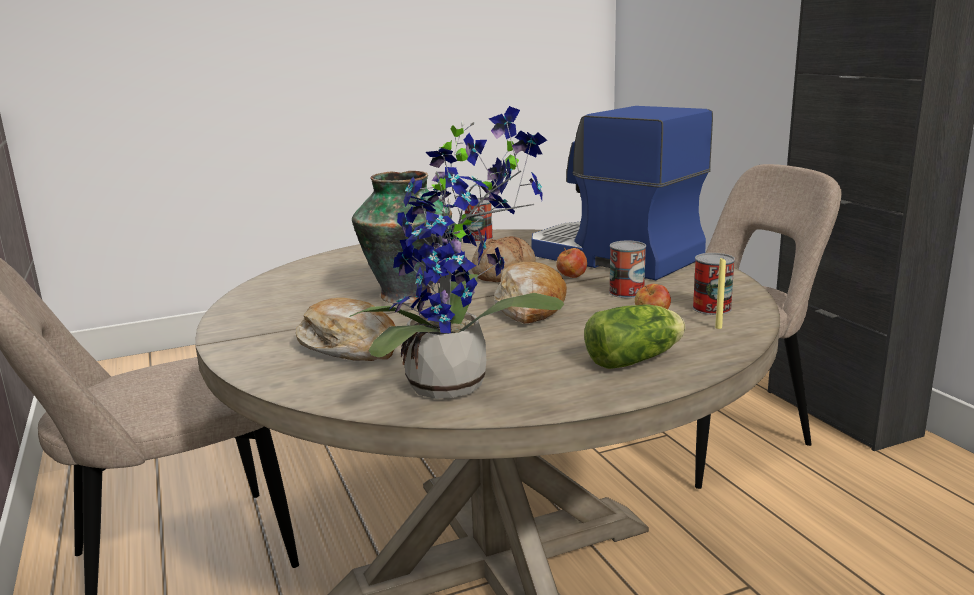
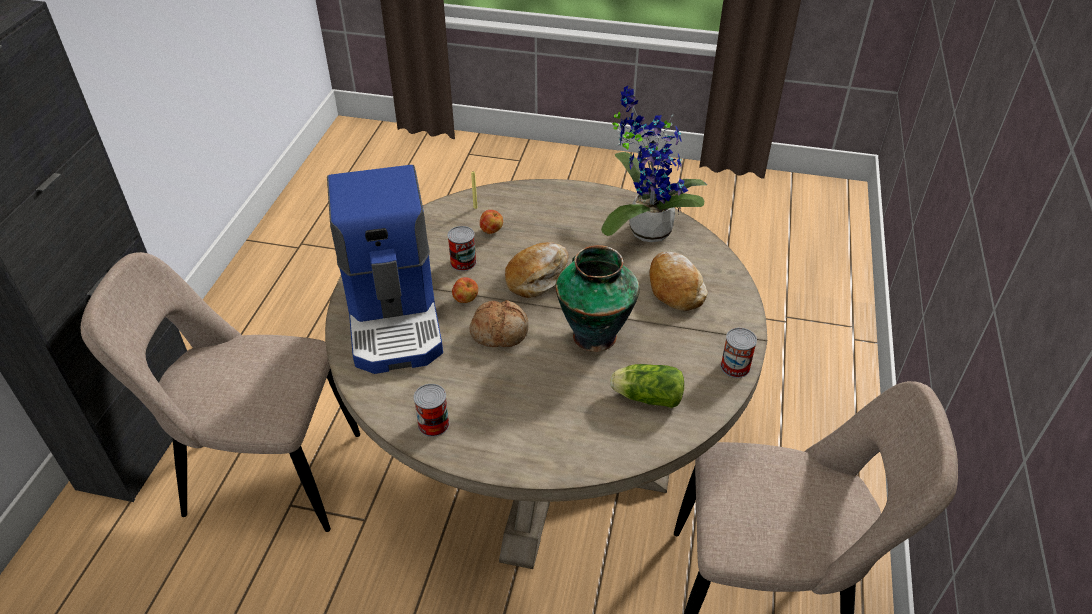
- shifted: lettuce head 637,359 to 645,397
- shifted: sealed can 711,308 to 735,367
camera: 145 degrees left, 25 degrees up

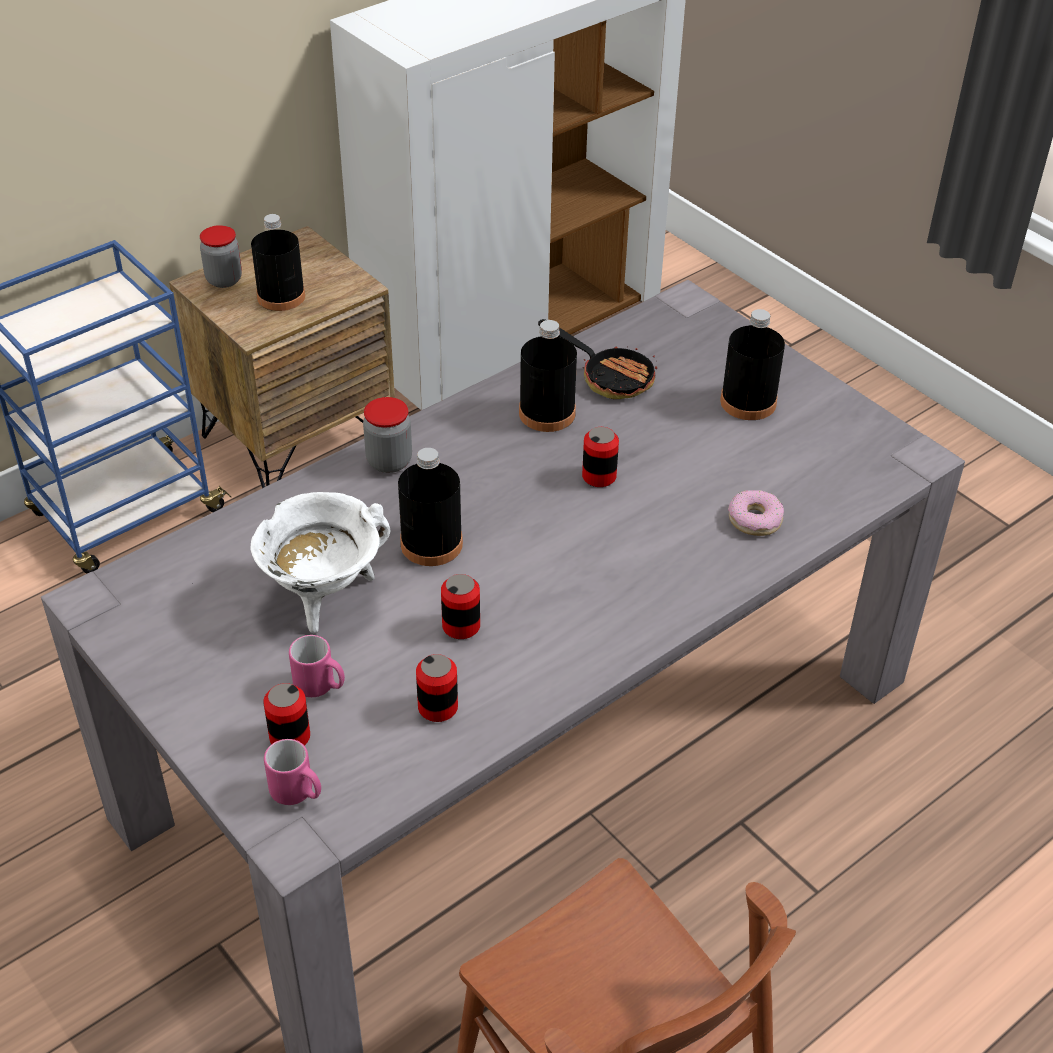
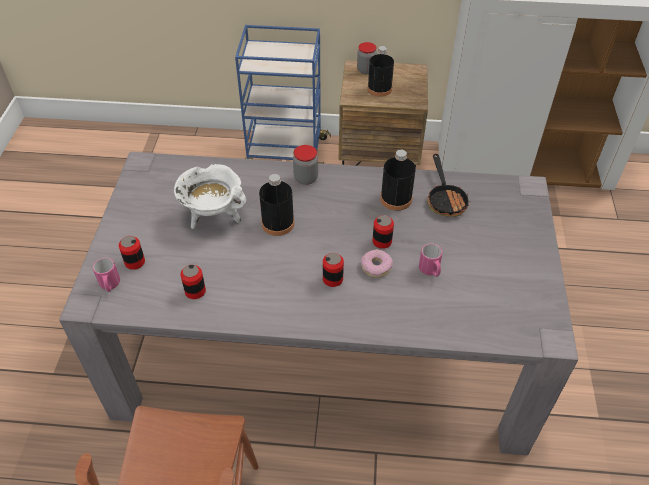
- gone: black-coloured beverage bottle 748,402
- shifted: pink-coloured mug 320,686 to 430,271
- shifted: sealed can 461,626 to 332,279
- shifted: donut 755,519 to 376,267
camera: 45 degrees right, 5 degrees up

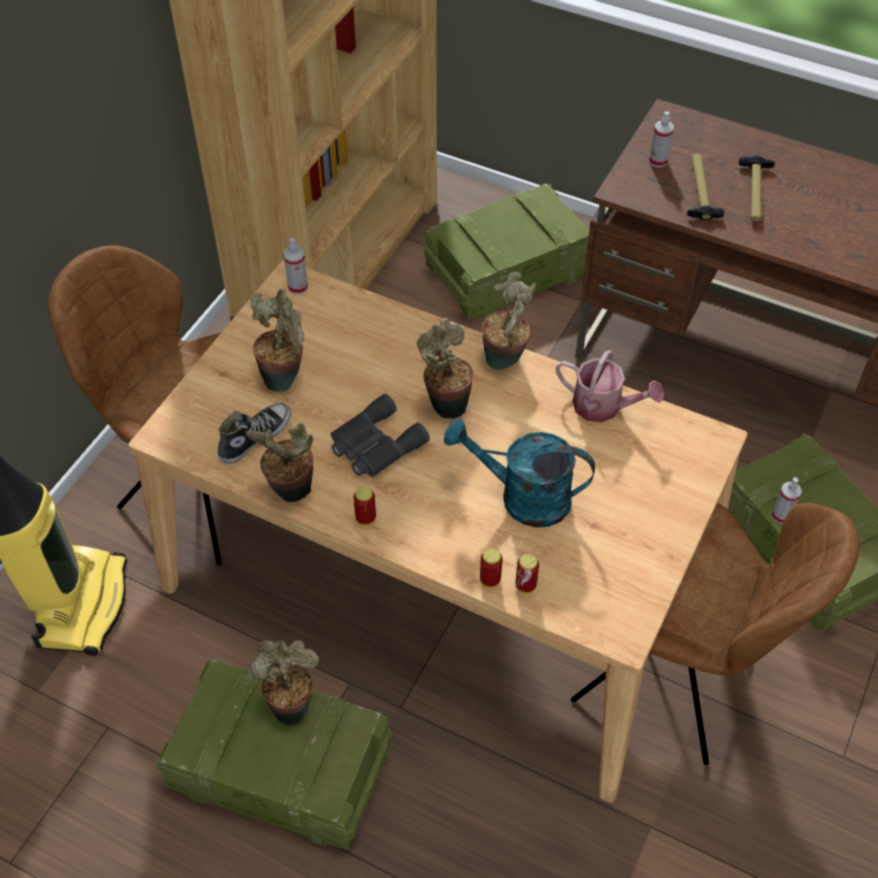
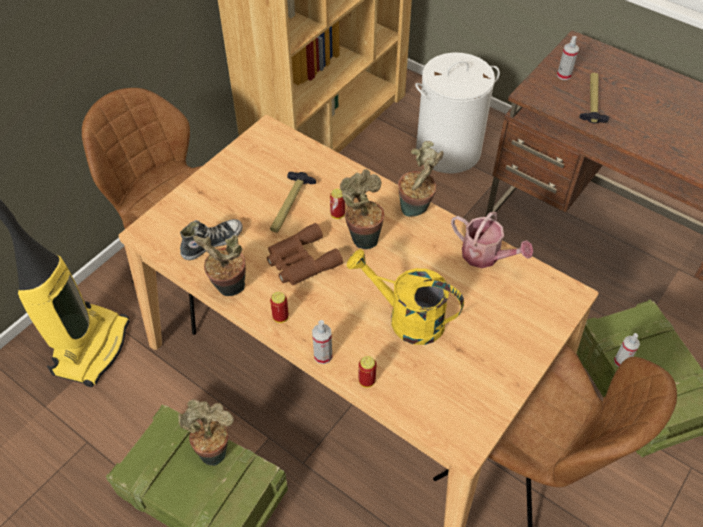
- gone: potted plant 284,377
- shifted: spray bottle 298,287 to 323,356
- shifted: sealed can 525,585 to 337,214
- shifted: hand hammer 755,193 to 290,205
- swapped: crate 510,272 to white-coloured laundry basket 448,151
- repainted: grey pair of binoculars 374,445 to brown-coloured pair of binoculars 301,261
- repainted: turquoise-coloured sprinkling can 522,497 to yellowish sprinkling can 406,318
camera: 10 degrees right, 0 degrees up

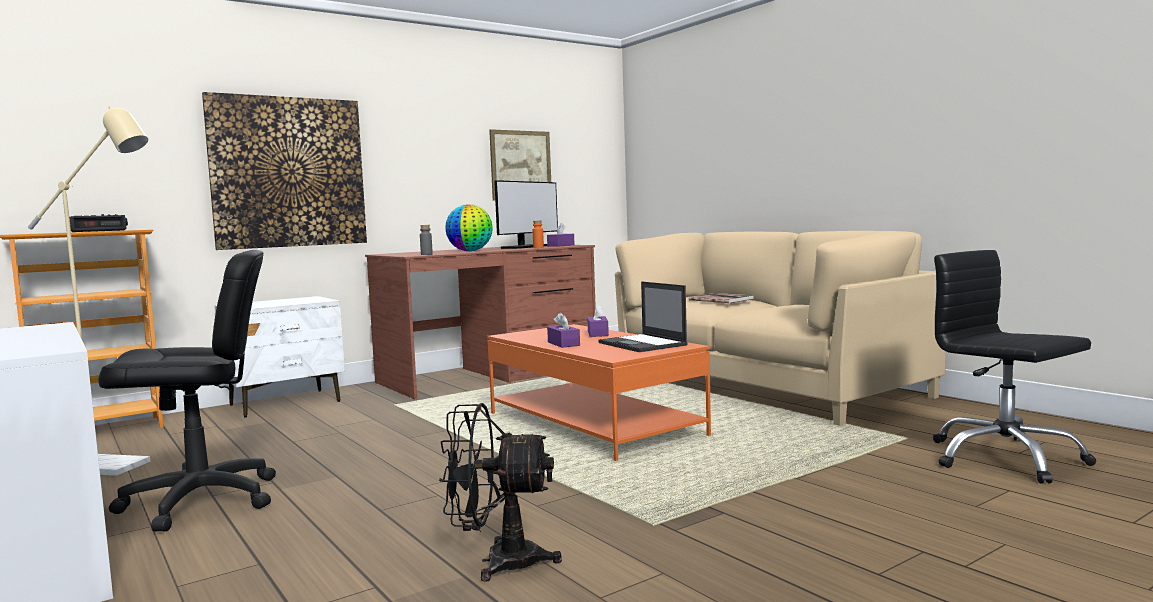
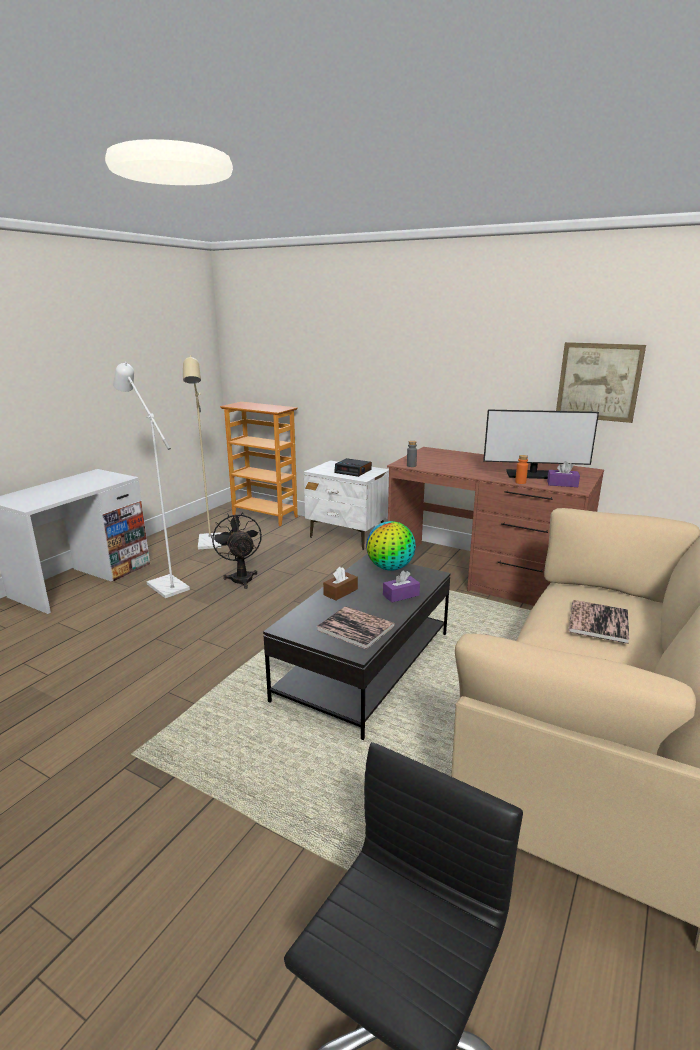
- gone: wall art 288,172
- shifted: alarm clock 99,231 to 353,471
- shifted: black-coloured cooling fan 498,561 to 241,577
- shifted: world globe 470,251 to 390,568
- swapped: black-coloured desk chair 201,501 to white-coloured standing lamp 164,584
- swapped: portable computer 643,344 to bound book 355,628
- repainted: orangey low table 593,425 to black-coloured low table 365,666
- repainted: purple-coloured tissue box 563,344 to brown-coloured tissue box 340,592
camera: 65 degrees right, 15 degrees up

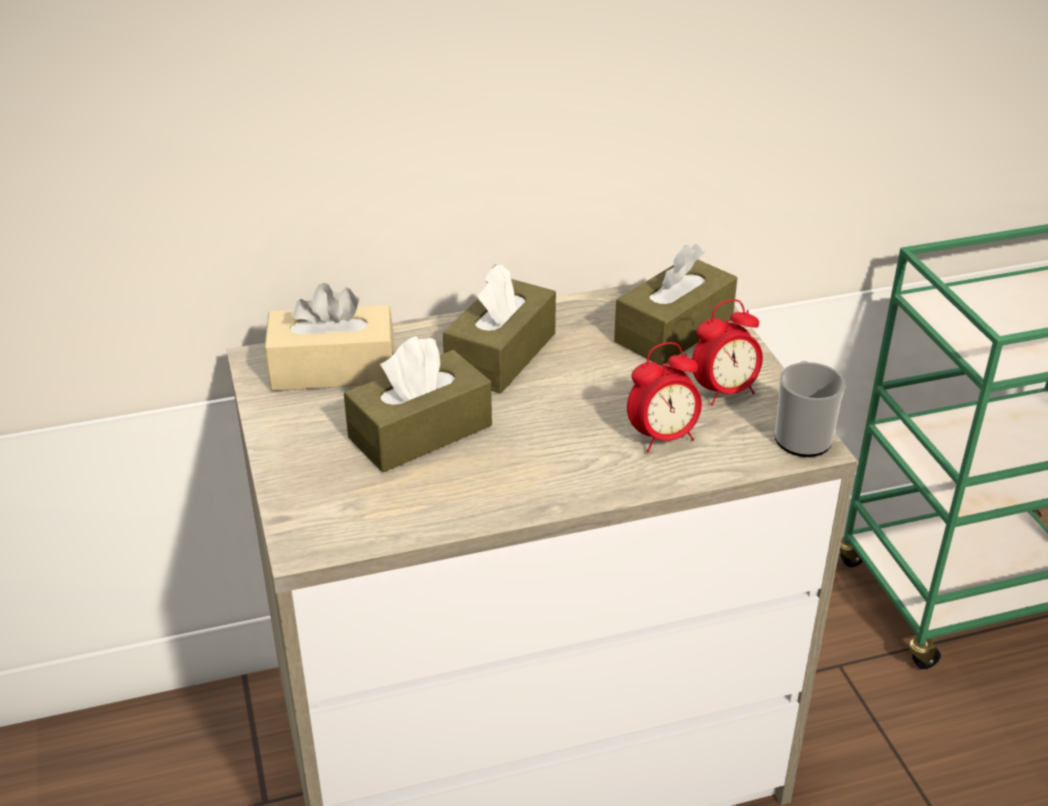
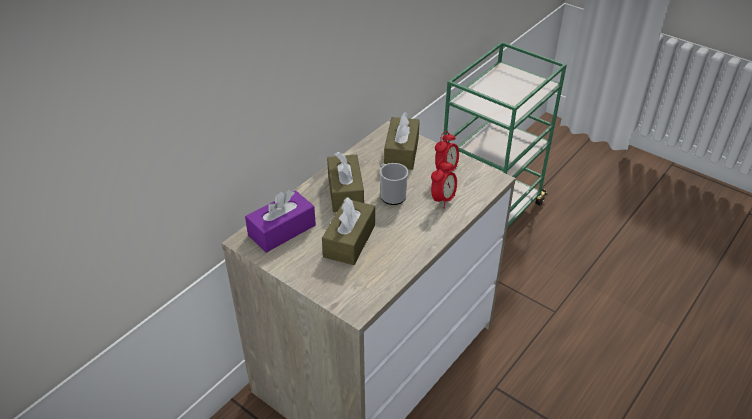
- shifted: mug 801,435 to 391,195
- repainted: sand-coloured tissue box 333,369 to purple-coloured tissue box 282,230
camera: 35 degrees left, 5 degrees up

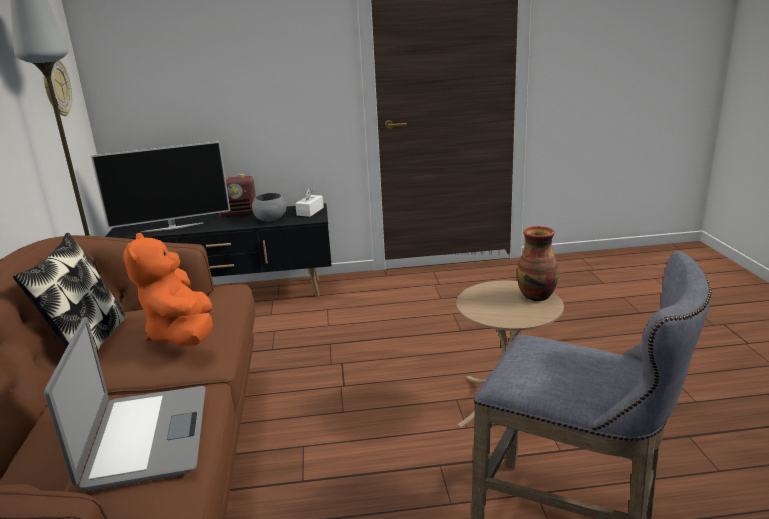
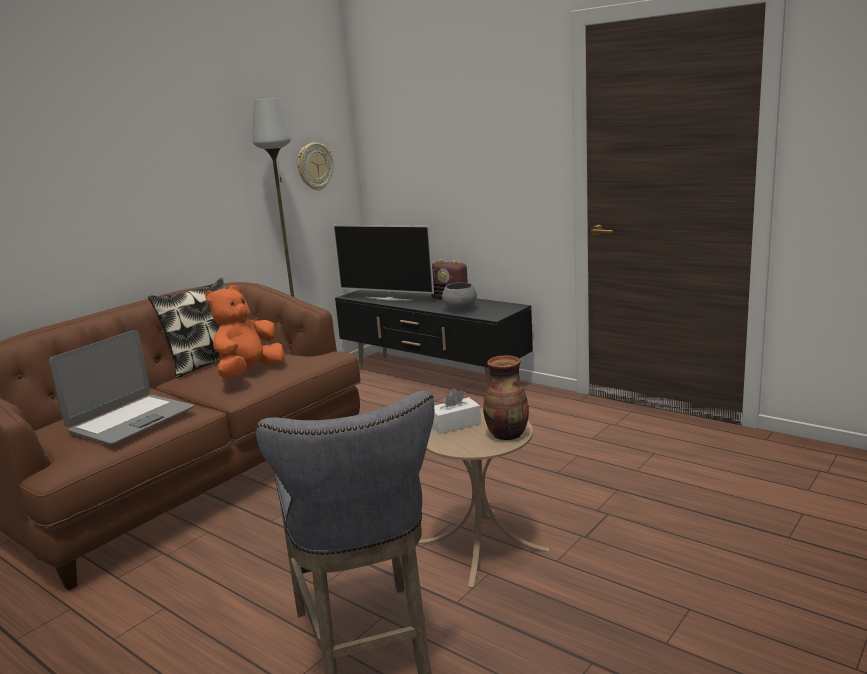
- shifted: white-coloured tissue box 310,211 to 455,424
camera: 45 degrees right, 5 degrees down

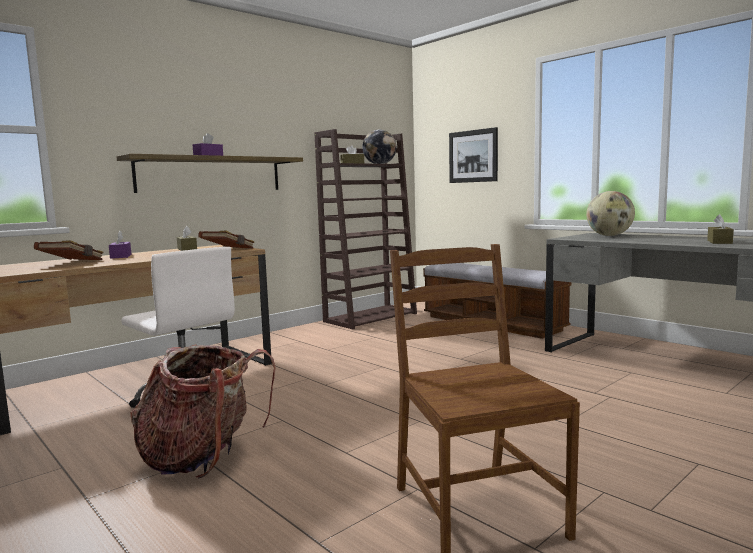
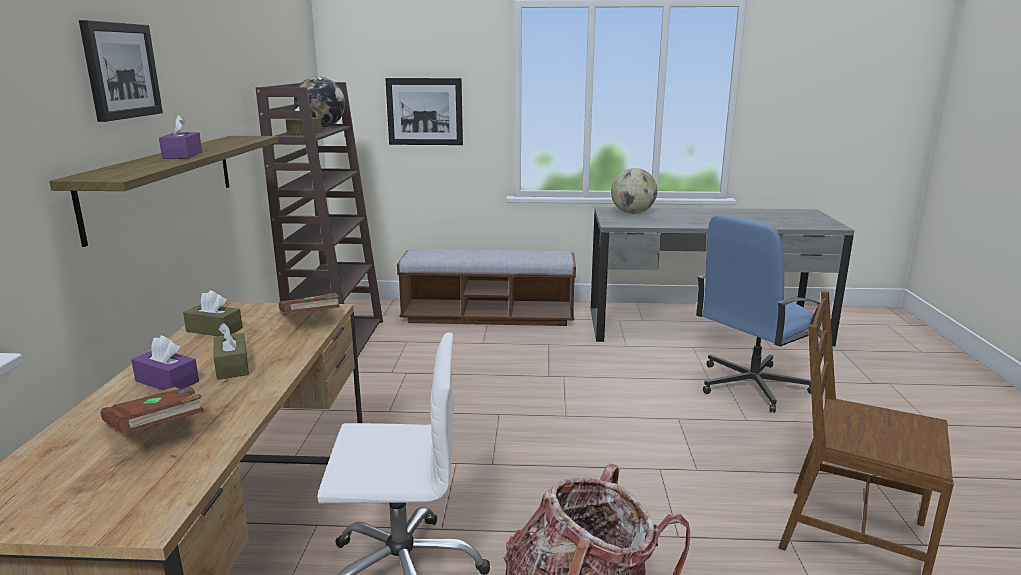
- new: wall art 120,71
- new: blue desk chair 750,385
- shifted: brown-coloured tissue box 719,242 to 232,366
camera: 45 degrees left, 10 degrees up

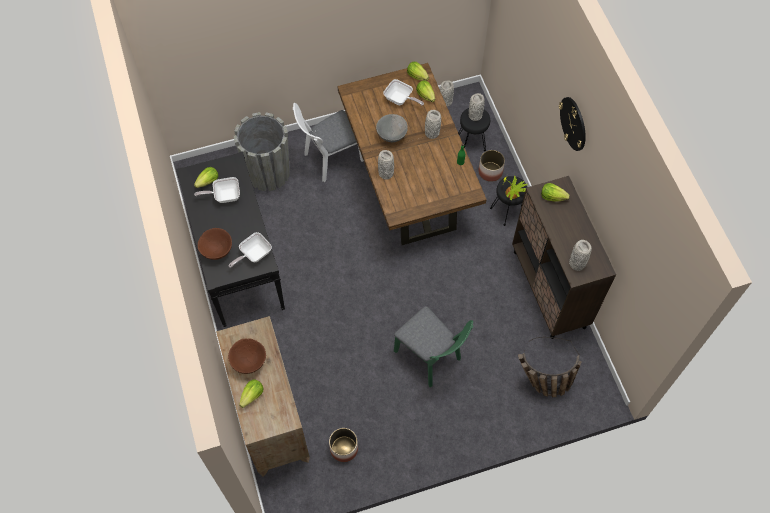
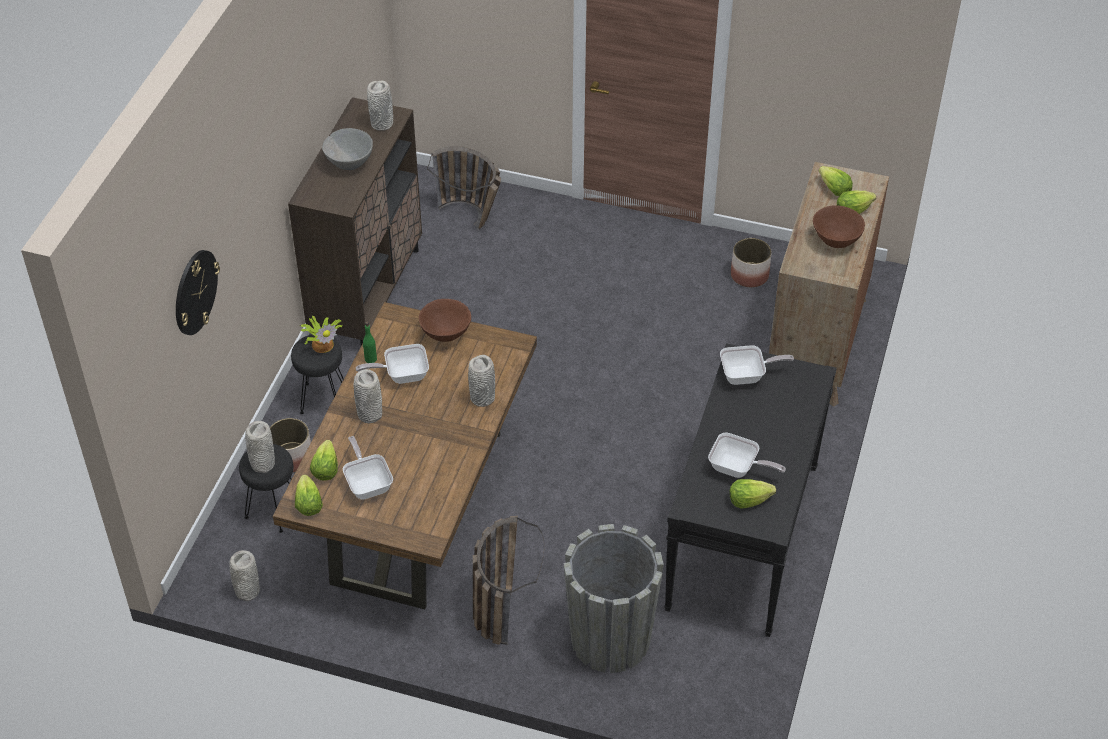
- gone: green plain chair 430,358
- new: skillet 402,375
- shifted: brown-coloured serving bowl 217,251 to 445,334
- shifted: grey serving bowl 392,136 to 349,163
- shifted: lettuce head 552,197 to 834,190
- shifted: hanging clock 573,123 to 195,292
- swapped: white-coloured plain chair 330,159 to basket 500,605
camera: 145 degrees left, 15 degrees down

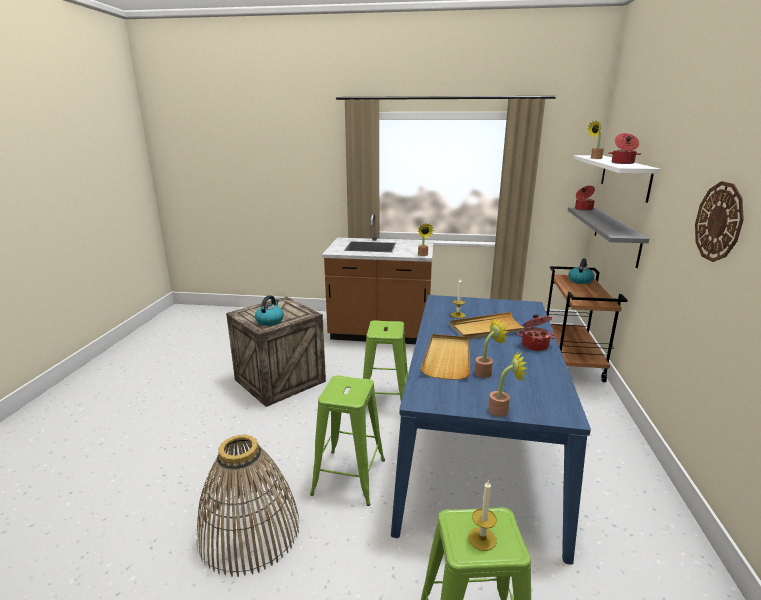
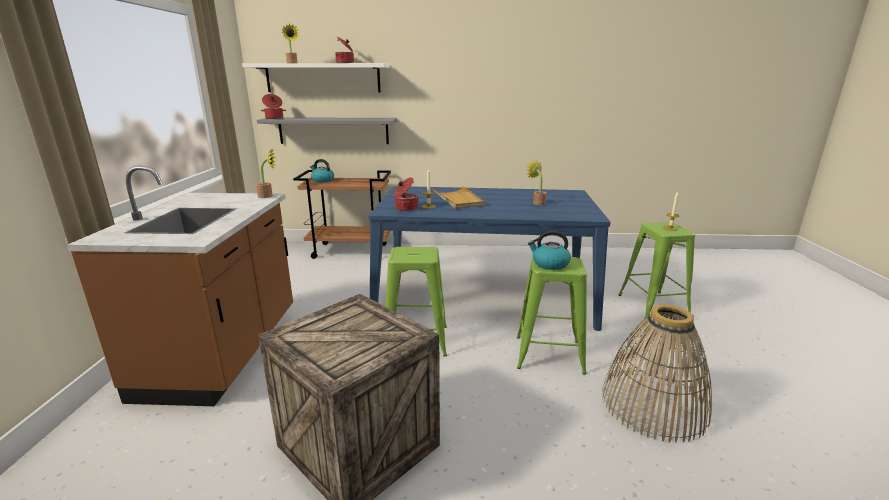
- gone: sand-coloured carrying tray 447,358
- gone: potted plant 502,410
- gone: hanging clock 719,222
- shifted: kettle 270,321 to 549,264
- shifted: cooking pot 534,345 to 405,208
camera: 95 degrees left, 0 degrees up

